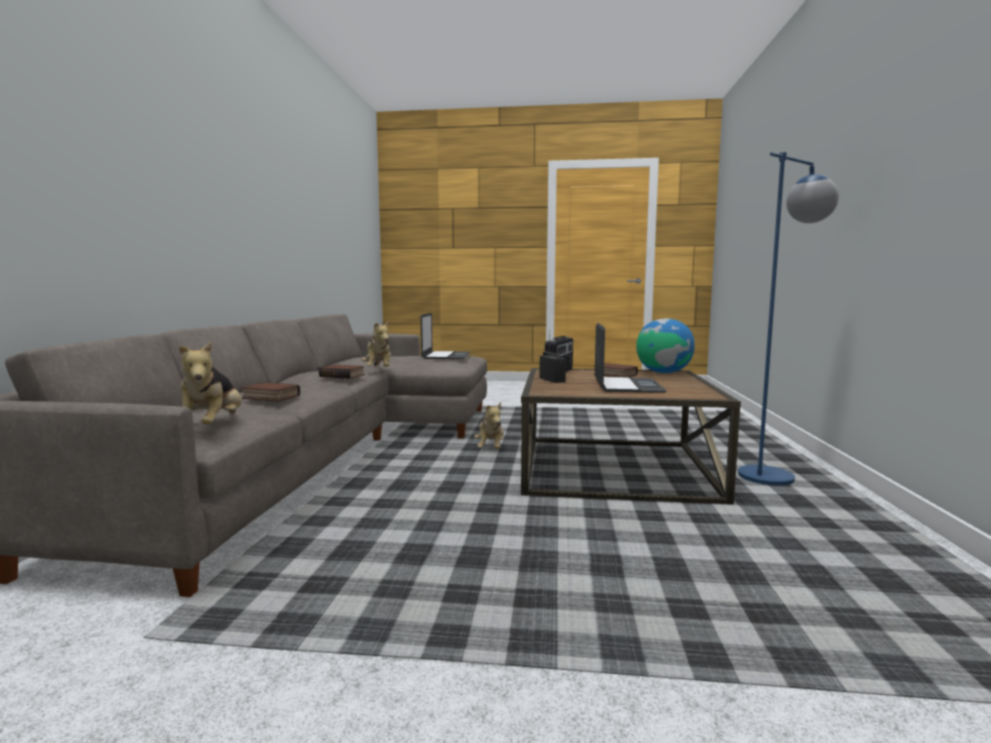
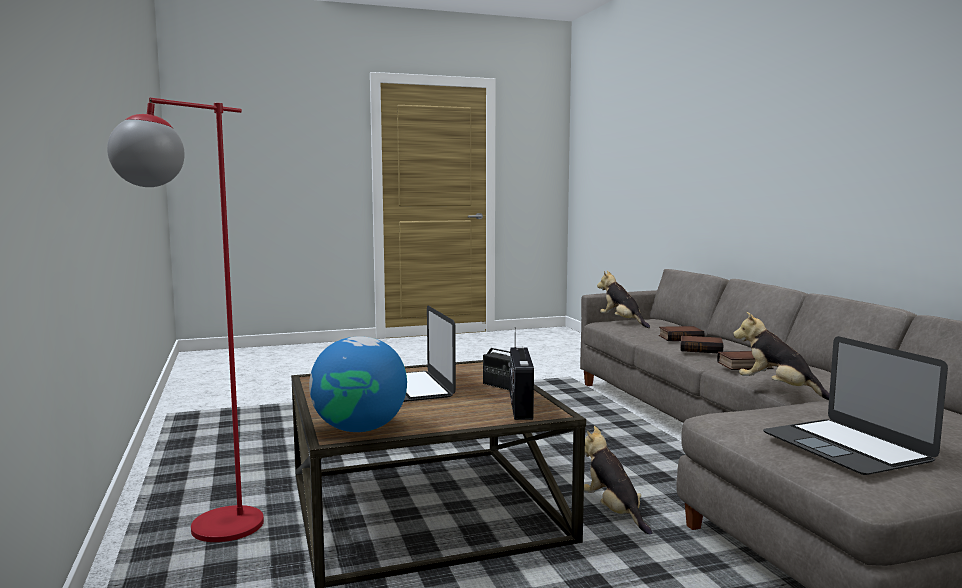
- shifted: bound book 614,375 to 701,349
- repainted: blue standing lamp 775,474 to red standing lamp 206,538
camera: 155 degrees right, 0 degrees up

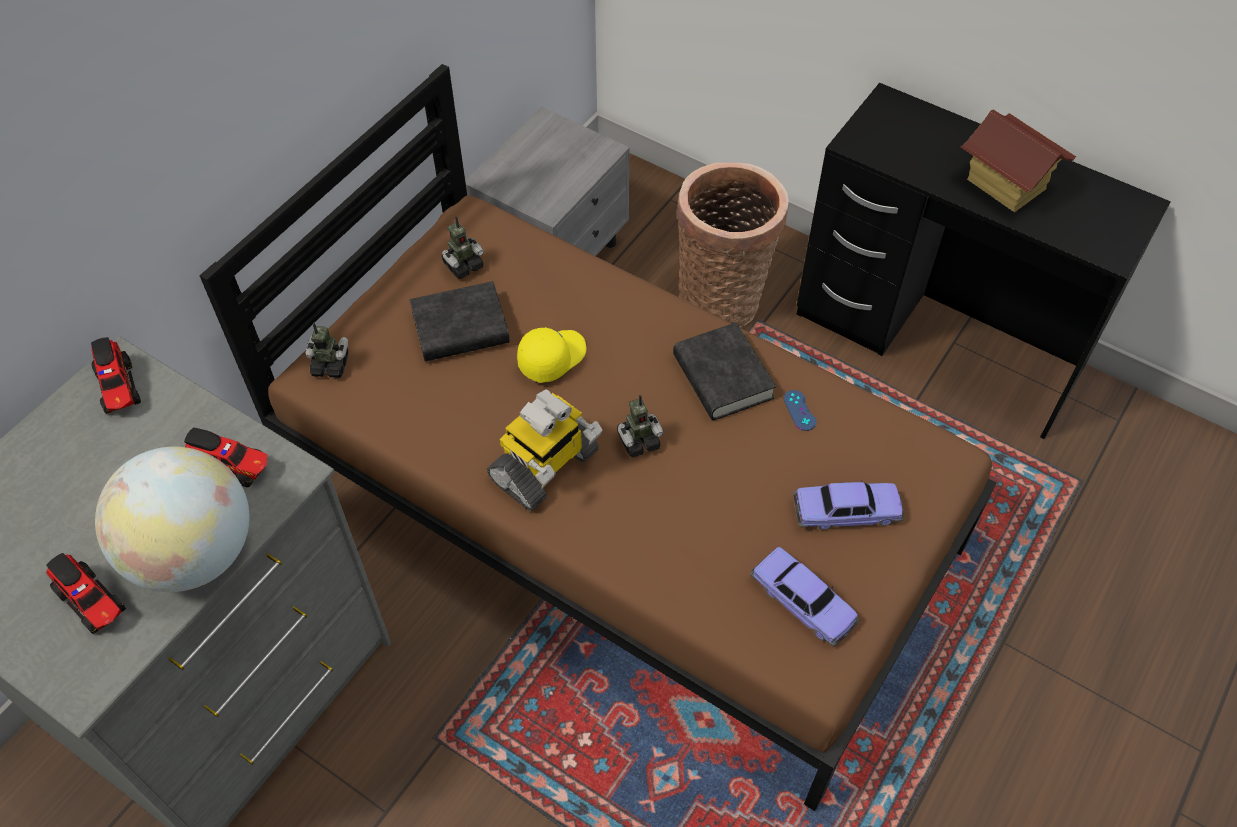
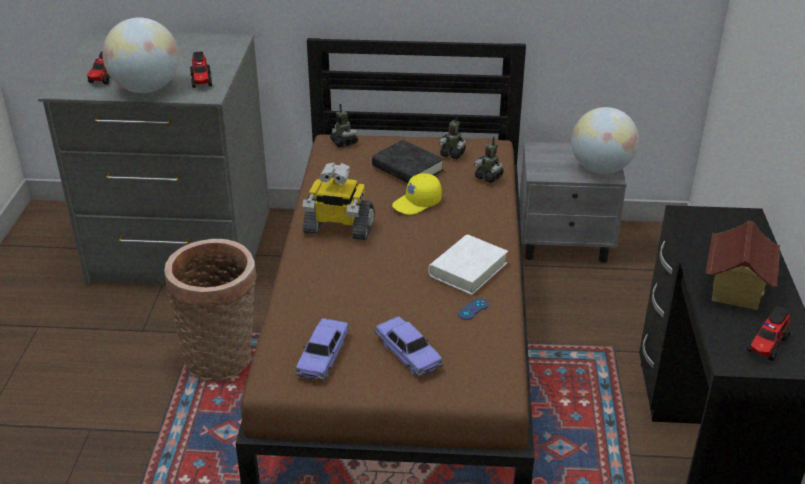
- new: world globe 601,169
- shifted: toy lorry 119,389 to 766,346
- shifted: robot figure 638,441 to 489,177
- shifted: basket 722,299 to 222,359
- repainted: black-coloured bound book 722,377 to white-coloured bound book 468,269
- rotated: yellowish cap 551,357 = 417,203 135 degrees clockwise
camera: 60 degrees right, 20 degrees down

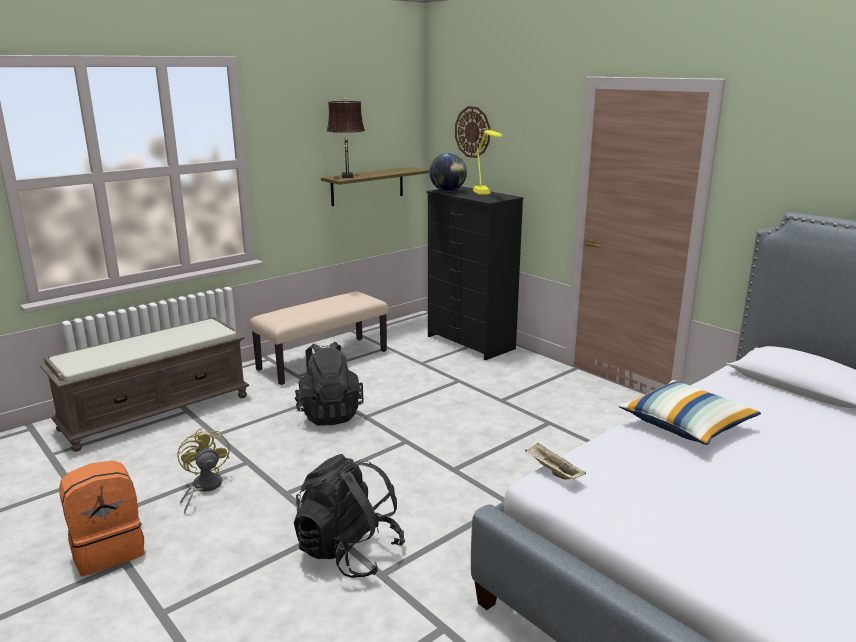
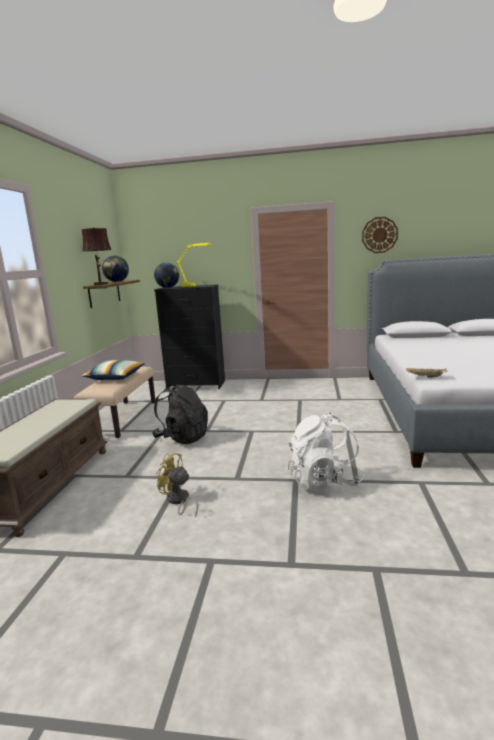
- gone: orangey knapsack 109,550
- new: world globe 117,282
- shifted: hanging clock 472,132 to 379,235
- shifted: cushion 686,426 to 115,377
- repainted: black-coloured knapsack 349,552 to white-coloured knapsack 324,482
camera: 40 degrees left, 5 degrees down

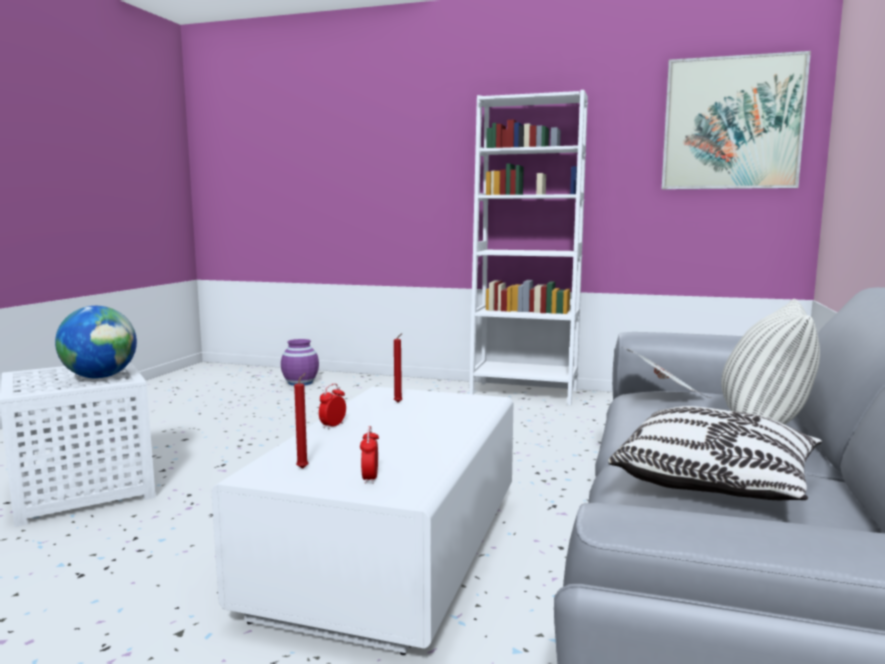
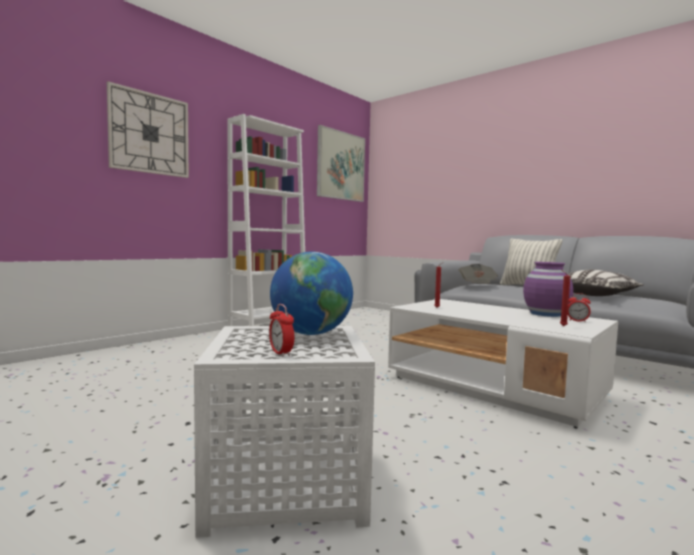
- new: hanging clock 149,133
- shifted: purple-coloured decorative vase 300,383 to 545,314
- shifted: alarm clock 333,426 to 281,353
camera: 65 degrees left, 5 degrees down

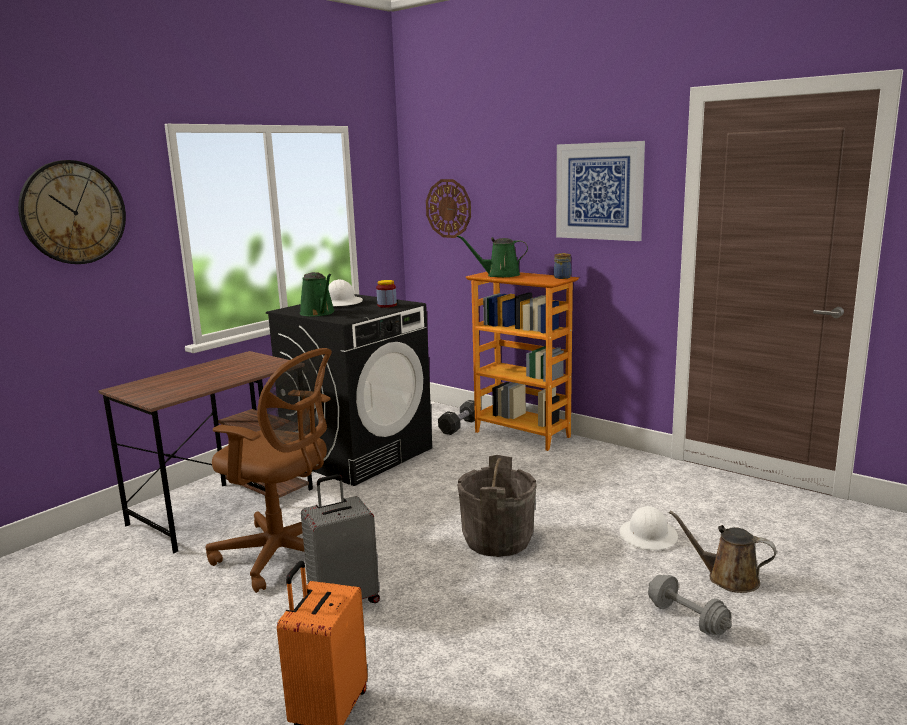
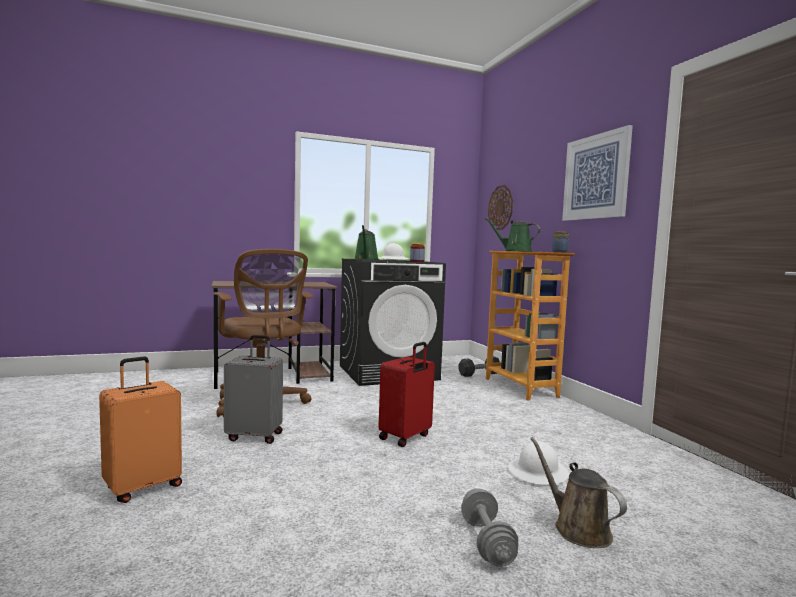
- gone: hanging clock 73,212
- swapped: grey pail 498,540 to red piece of luggage 406,437
camera: 30 degrees right, 10 degrees down

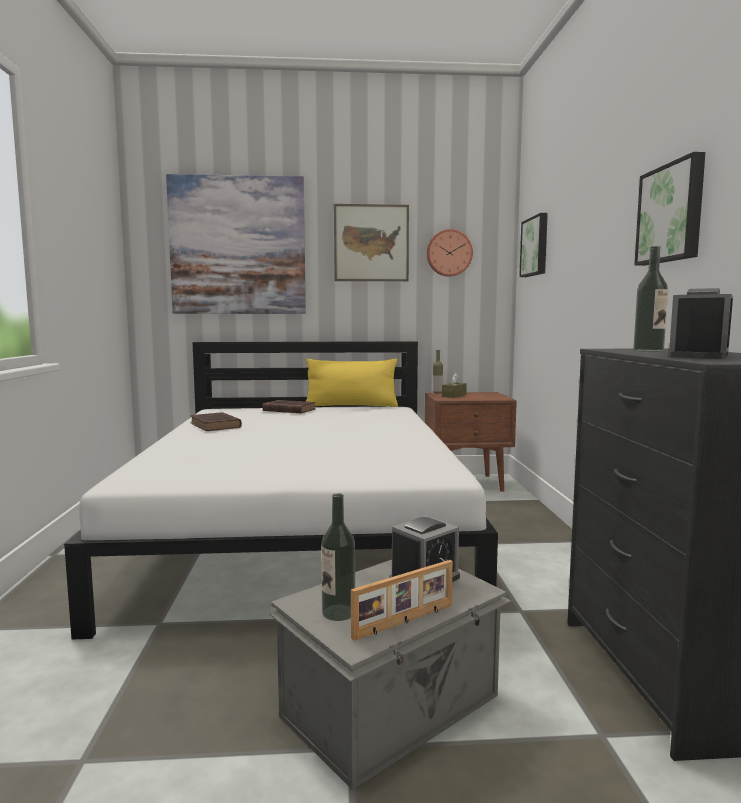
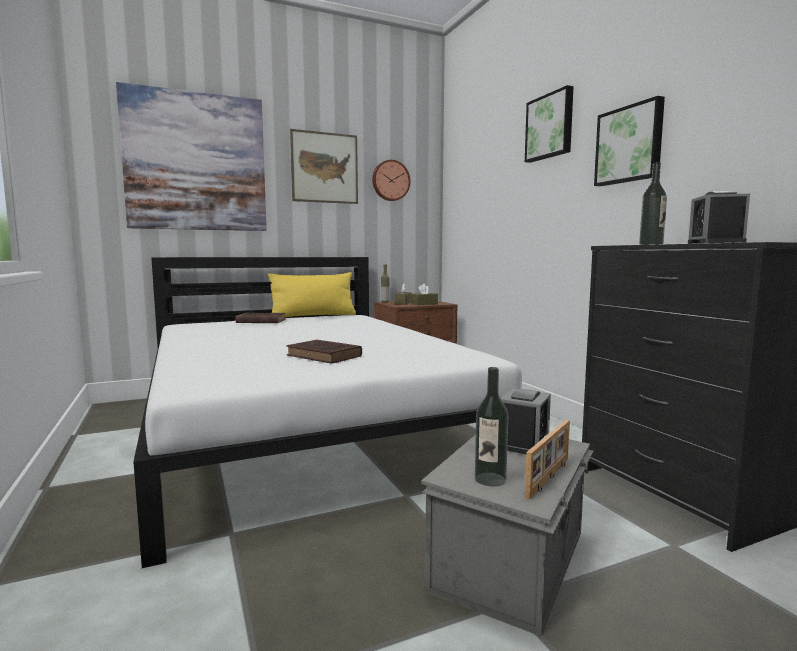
- new: brown-coloured tissue box 424,304
- shifted: brown-coloured bound book 216,426 to 325,356
- shifted: wall art 536,246 to 550,126
camera: 20 degrees left, 0 degrees up

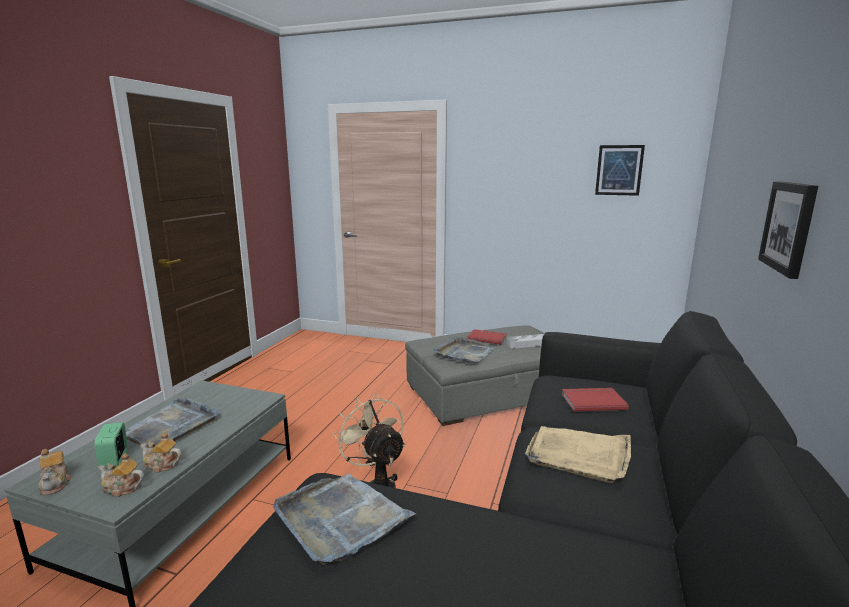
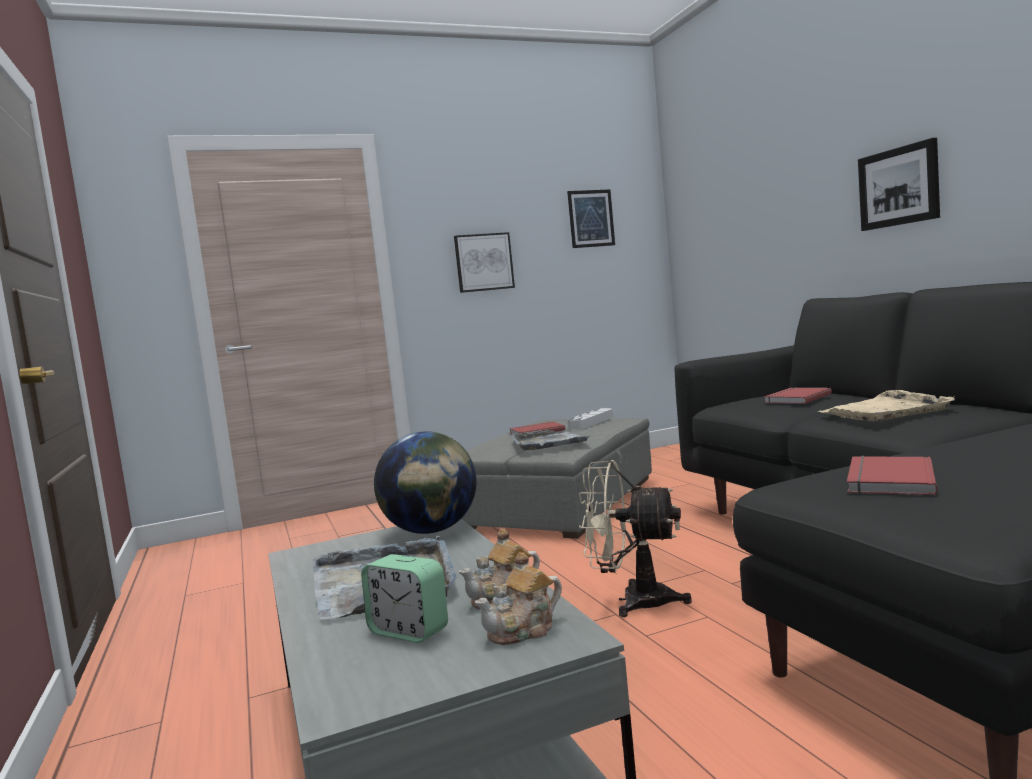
- gone: teapot 56,483
- new: world globe 432,531
- new: wall art 484,262
- swapped: grey carrying tray 340,519 to red bound book 886,480
camera: 40 degrees left, 10 degrees down

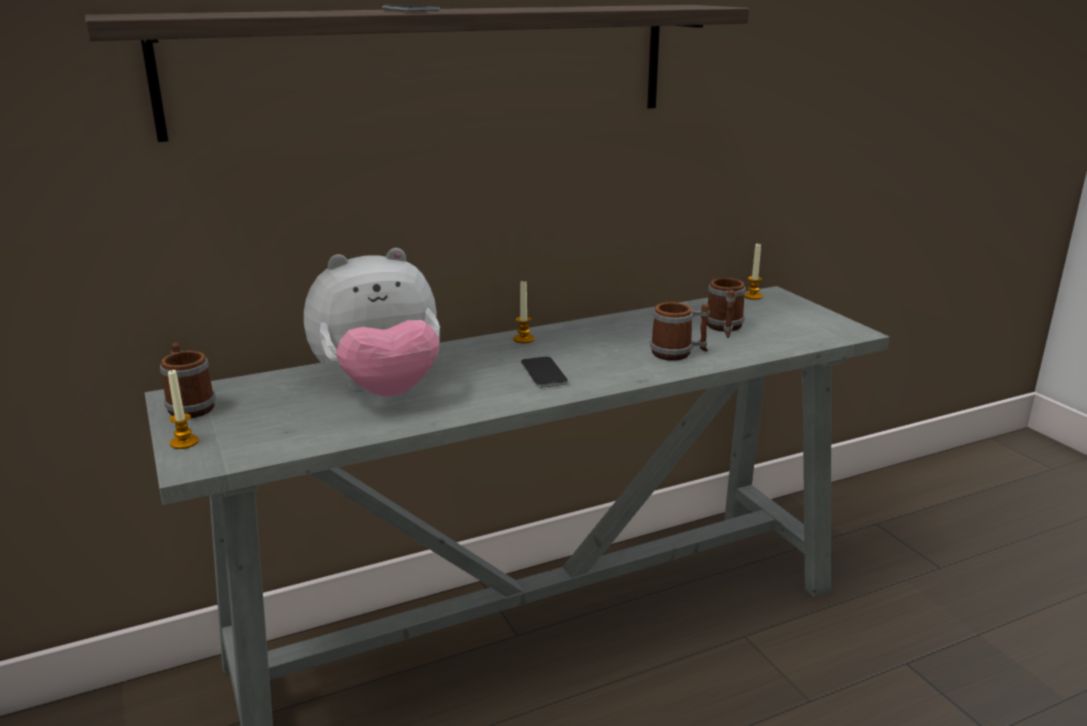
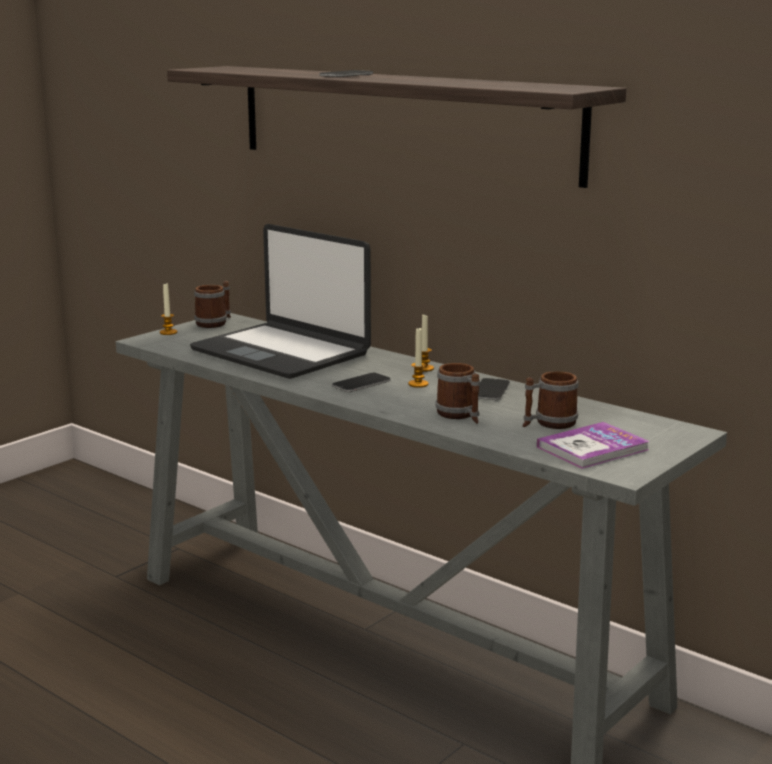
- new: phone 491,391
- new: bound book 592,448
- shifted: wax candle 753,296 to 418,384
- swapped: plush toy 381,390 to portable computer 282,352
camera: 65 degrees right, 5 degrees down

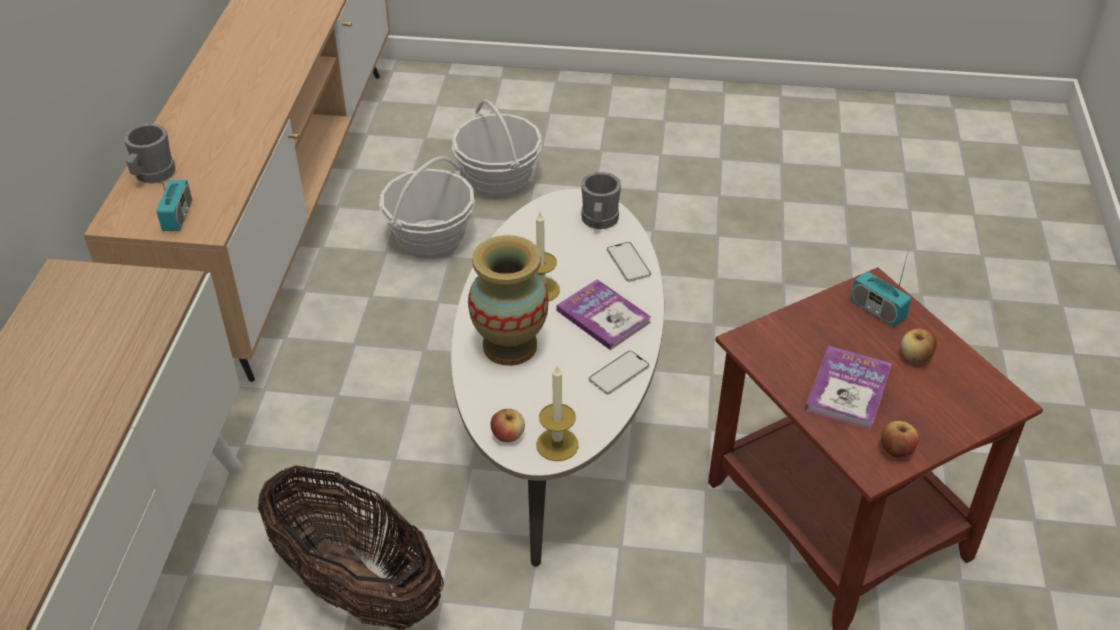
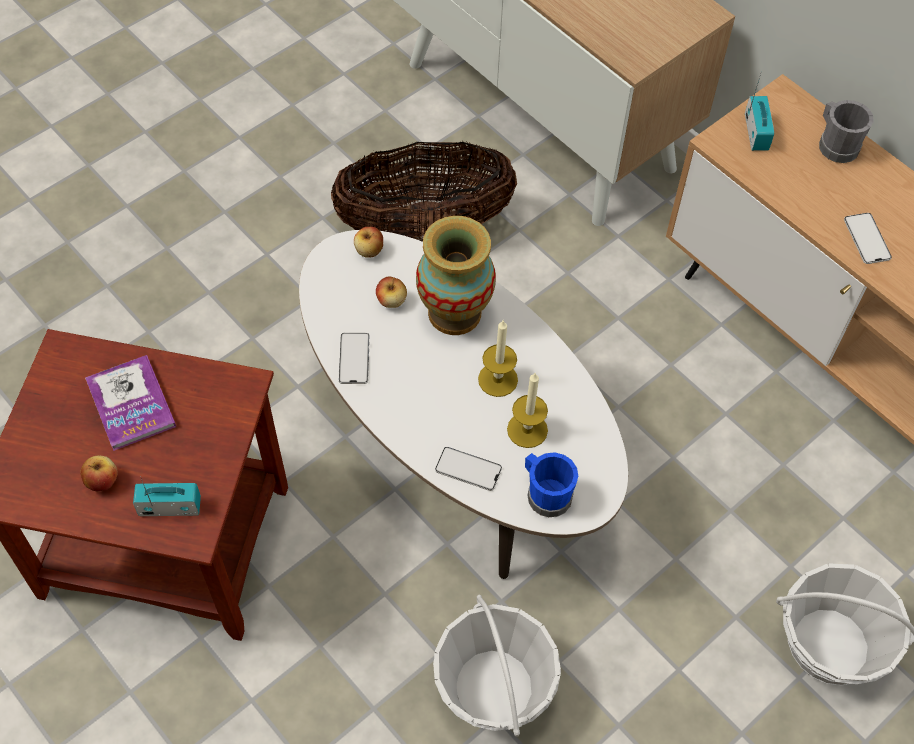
- gone: bound book 603,316
- new: phone 867,239
- shifted: basket 430,239 to 493,687
- shifted: wax candle 557,444 to 527,430
- shifted: apple fruit 896,450 to 391,300
- repainted: grey mug 599,221 to blue mug 545,493
- rotated: radio receiver 178,216 = 756,132 135 degrees counterclockwise
camera: 130 degrees right, 15 degrees up

